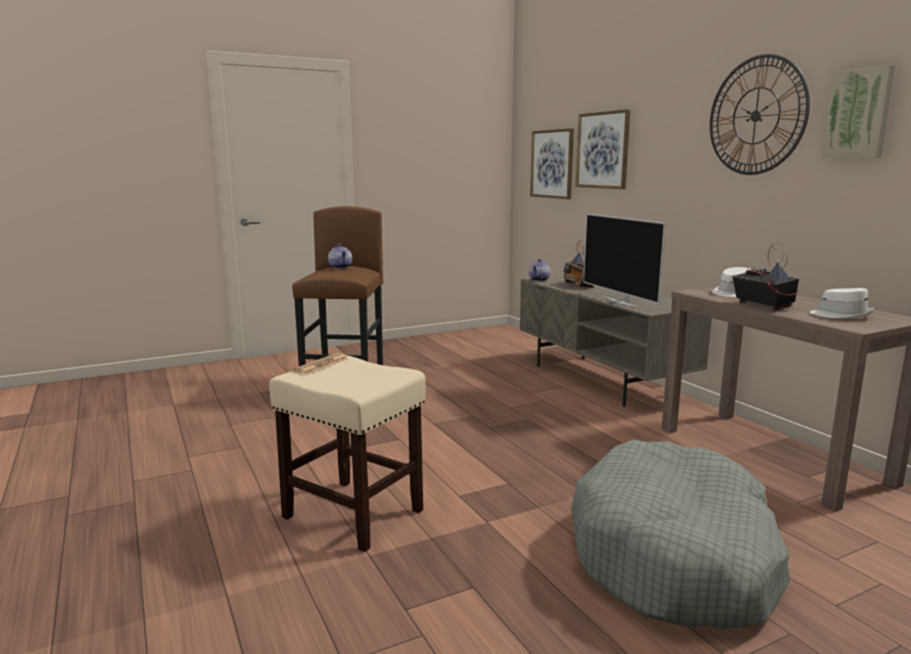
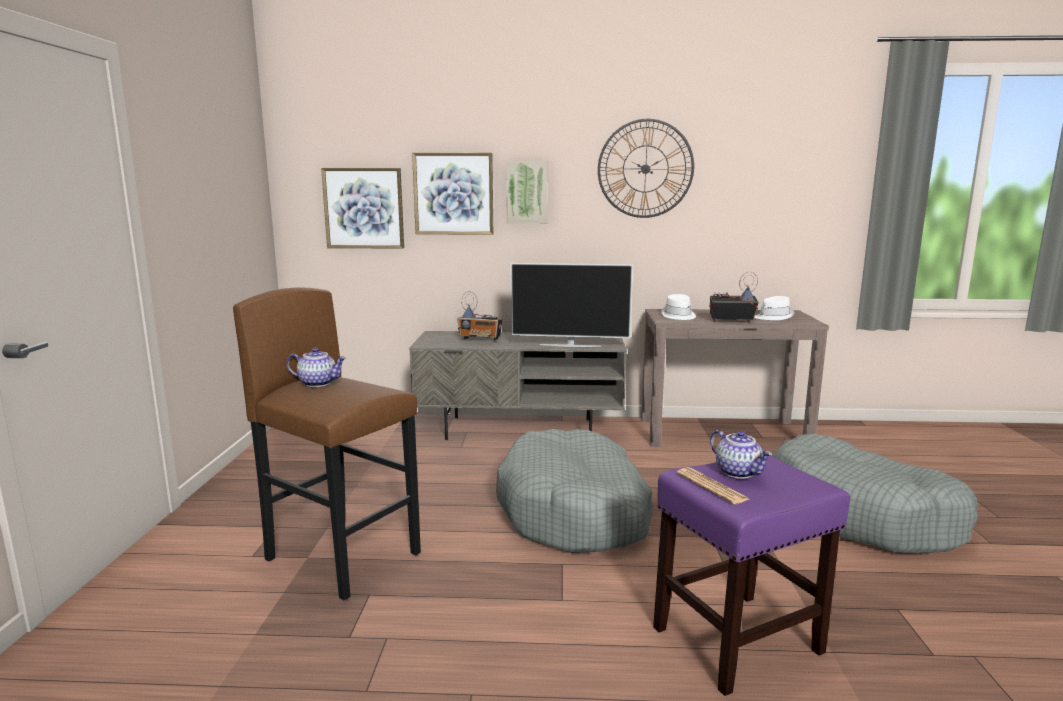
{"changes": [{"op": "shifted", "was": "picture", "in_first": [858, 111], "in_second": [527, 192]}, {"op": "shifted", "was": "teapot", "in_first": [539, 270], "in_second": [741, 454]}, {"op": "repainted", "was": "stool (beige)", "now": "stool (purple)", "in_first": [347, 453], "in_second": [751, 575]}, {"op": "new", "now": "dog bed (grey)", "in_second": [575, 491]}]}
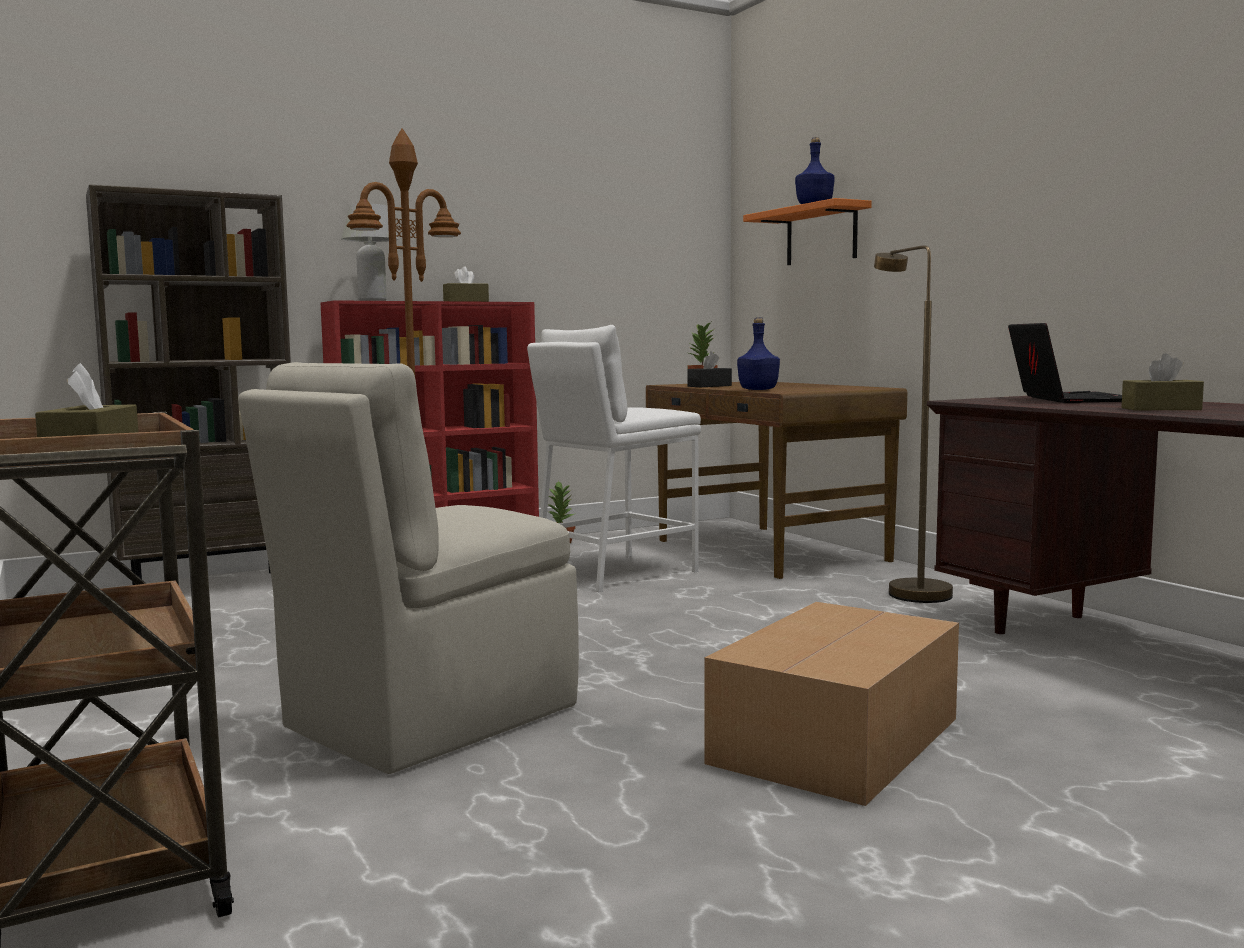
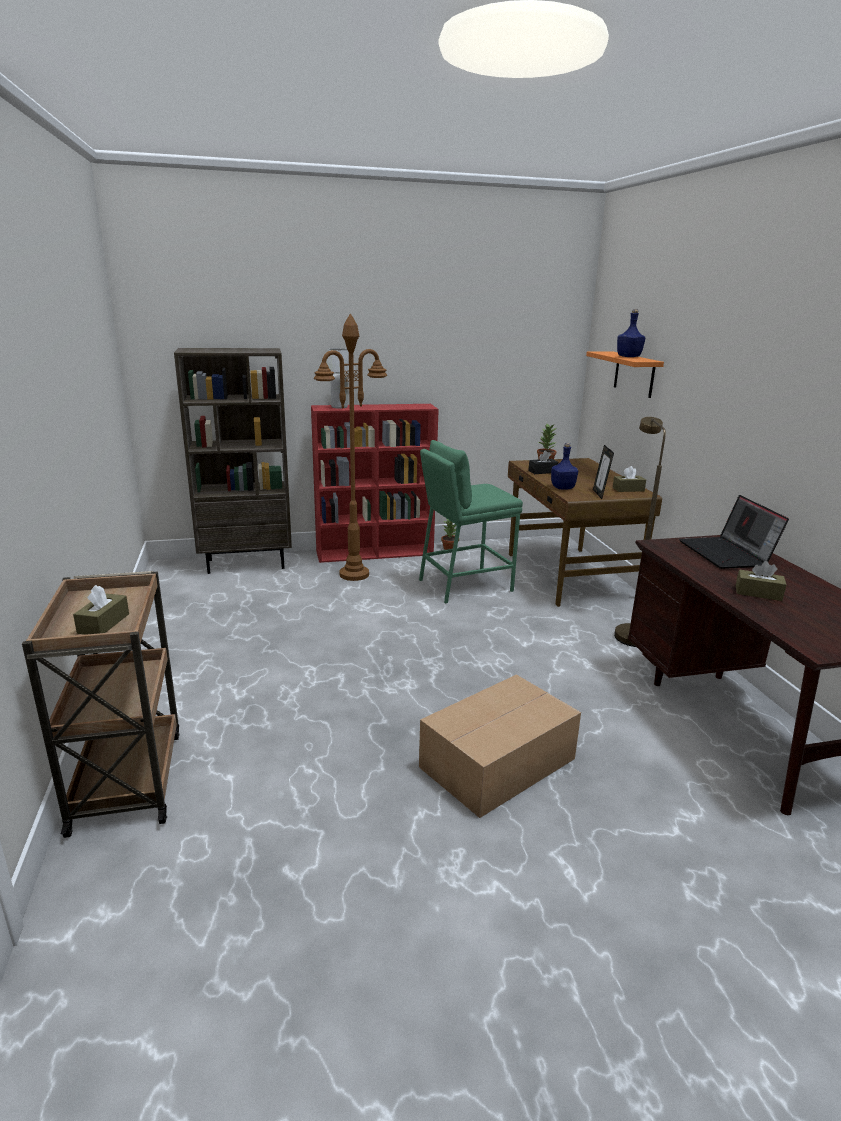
{"changes": [{"op": "shifted", "was": "tissue box (brown)", "in_first": [466, 284], "in_second": [629, 479]}, {"op": "rotated", "was": "laptop", "in_first": [1065, 363], "in_second": [734, 532], "clockwise": 150}, {"op": "repainted", "was": "stool (white)", "now": "stool (green)", "in_first": [614, 458], "in_second": [471, 521]}, {"op": "gone", "was": "chair (beige)", "in_first": [408, 568]}, {"op": "new", "now": "picture frame", "in_second": [603, 472]}]}
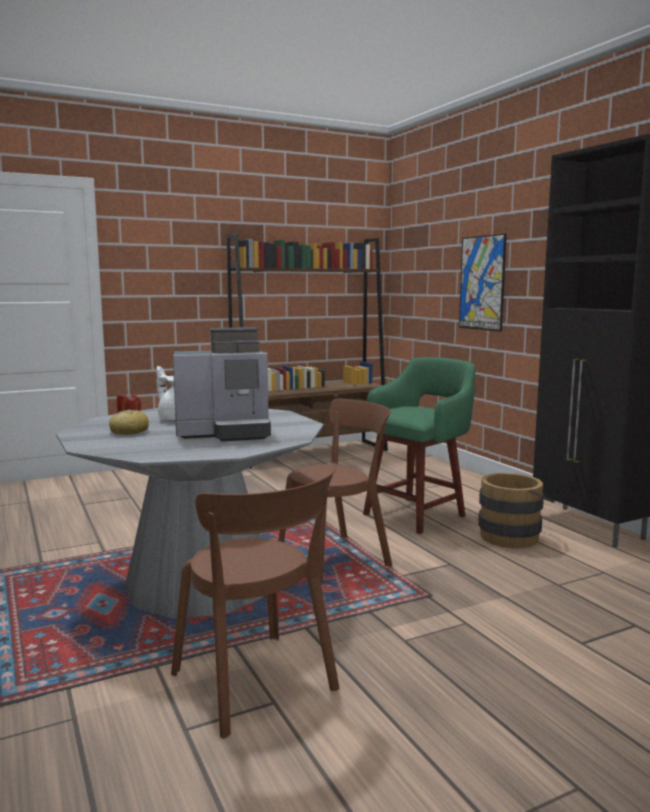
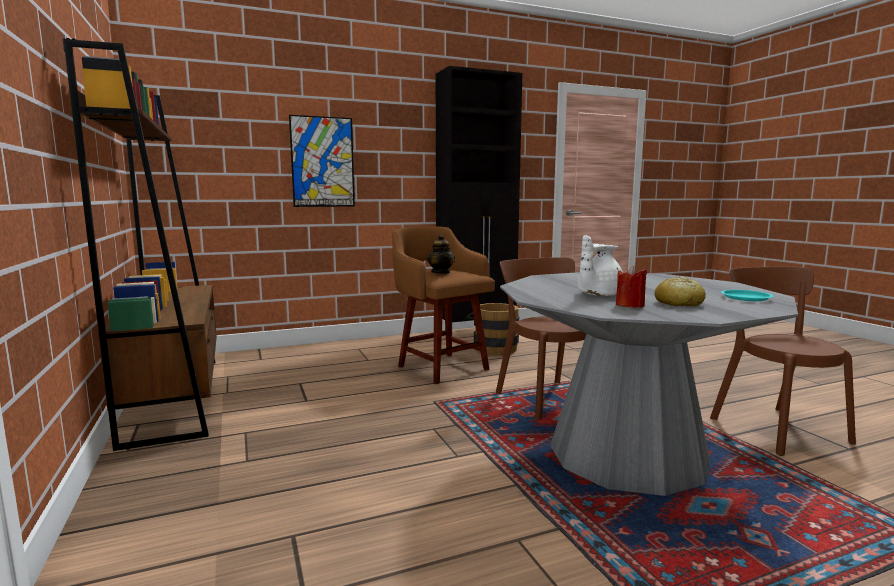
{"changes": [{"op": "gone", "was": "coffee machine", "in_first": [222, 384]}, {"op": "repainted", "was": "stool (green)", "now": "stool (brown)", "in_first": [418, 445], "in_second": [443, 305]}, {"op": "rotated", "was": "chair (brown)", "in_first": [255, 603], "in_second": [783, 361], "clockwise": -75}, {"op": "new", "now": "teapot", "in_second": [441, 254]}, {"op": "new", "now": "plate (turquoise)", "in_second": [747, 295]}]}
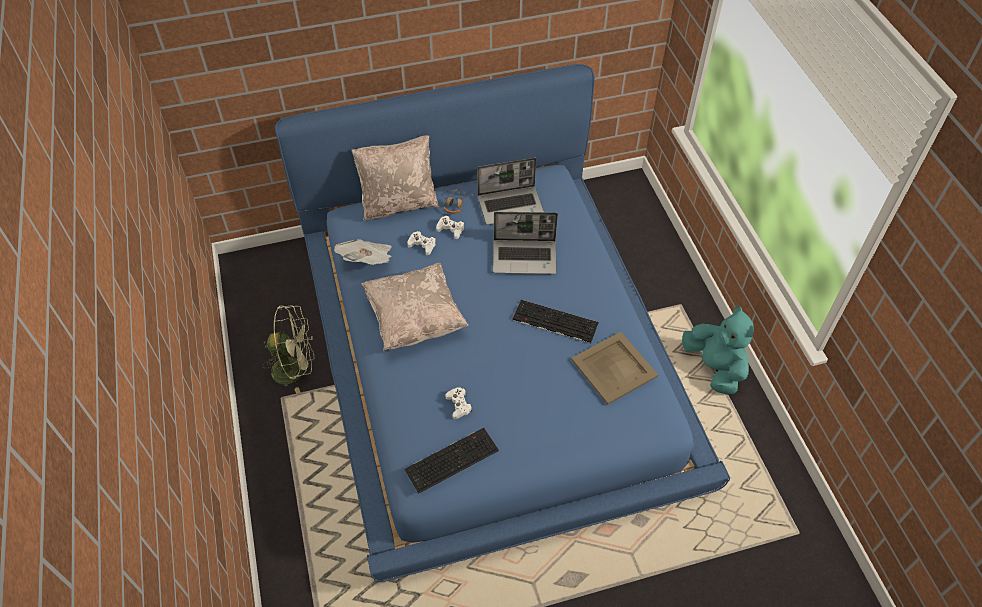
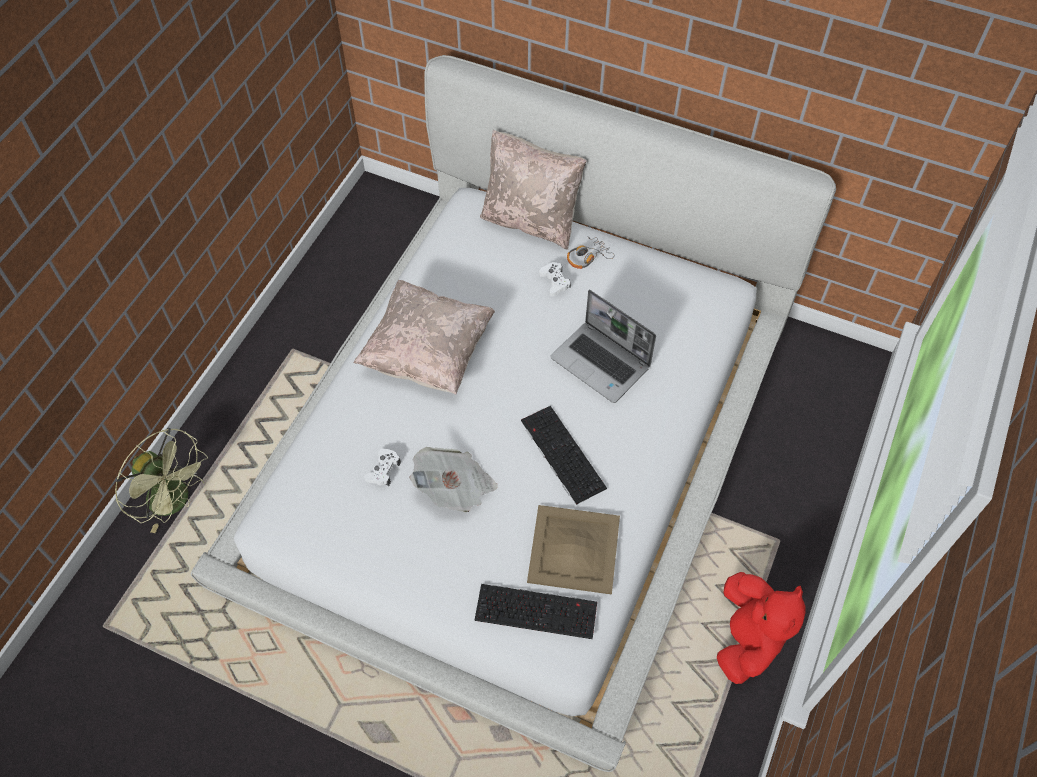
{"changes": [{"op": "repainted", "was": "bed (blue)", "now": "bed (white)", "in_first": [502, 323], "in_second": [513, 413]}, {"op": "gone", "was": "laptop", "in_first": [510, 191]}, {"op": "gone", "was": "game controller (white)", "in_first": [421, 243]}, {"op": "shifted", "was": "newspaper", "in_first": [363, 252], "in_second": [453, 480]}, {"op": "shifted", "was": "fan (green)", "in_first": [288, 349], "in_second": [161, 480]}, {"op": "repainted", "was": "plush toy (turquoise)", "now": "plush toy (red)", "in_first": [718, 350], "in_second": [761, 628]}, {"op": "shifted", "was": "keyboard", "in_first": [452, 461], "in_second": [536, 611]}]}
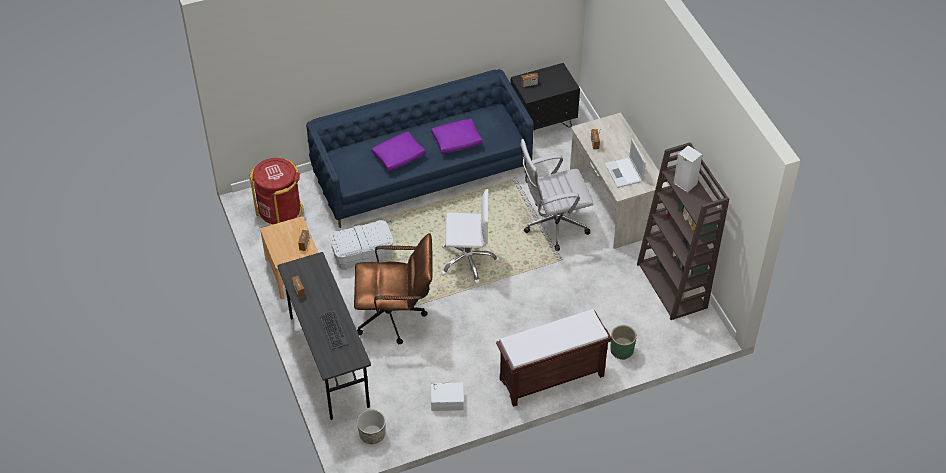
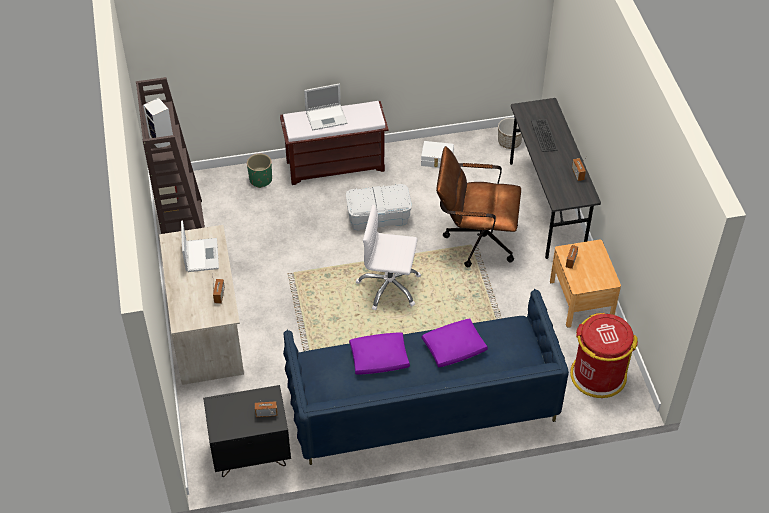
{"changes": [{"op": "gone", "was": "office chair (white)", "in_first": [557, 195]}, {"op": "shifted", "was": "storage box (white)", "in_first": [361, 245], "in_second": [379, 207]}, {"op": "new", "now": "laptop", "in_second": [326, 107]}]}
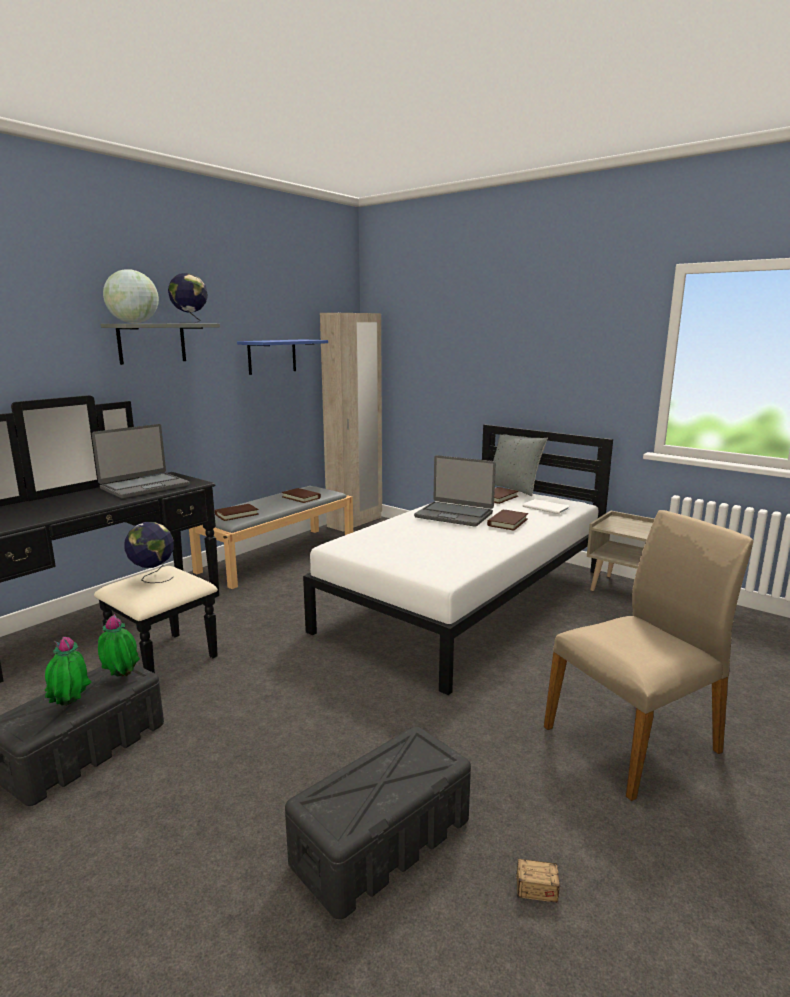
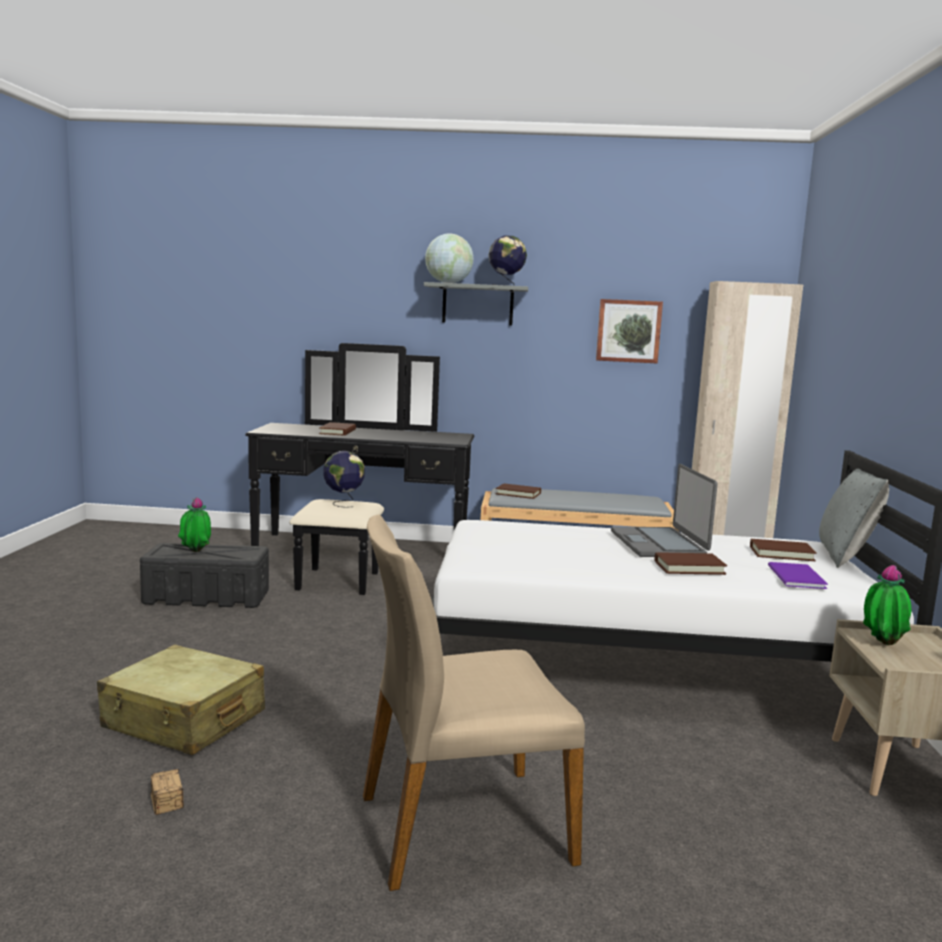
{"changes": [{"op": "swapped", "was": "shelf (blue)", "now": "picture", "in_first": [282, 357], "in_second": [629, 331]}, {"op": "gone", "was": "laptop", "in_first": [141, 461]}, {"op": "shifted", "was": "book (brown)", "in_first": [301, 495], "in_second": [337, 428]}, {"op": "repainted", "was": "book (white)", "now": "book (purple)", "in_first": [546, 506], "in_second": [798, 575]}, {"op": "rotated", "was": "chair (beige)", "in_first": [648, 655], "in_second": [474, 702], "clockwise": 135}, {"op": "shifted", "was": "potted plant", "in_first": [119, 645], "in_second": [887, 605]}, {"op": "swapped", "was": "storage box (black)", "now": "suitcase (beige)", "in_first": [378, 823], "in_second": [181, 699]}]}
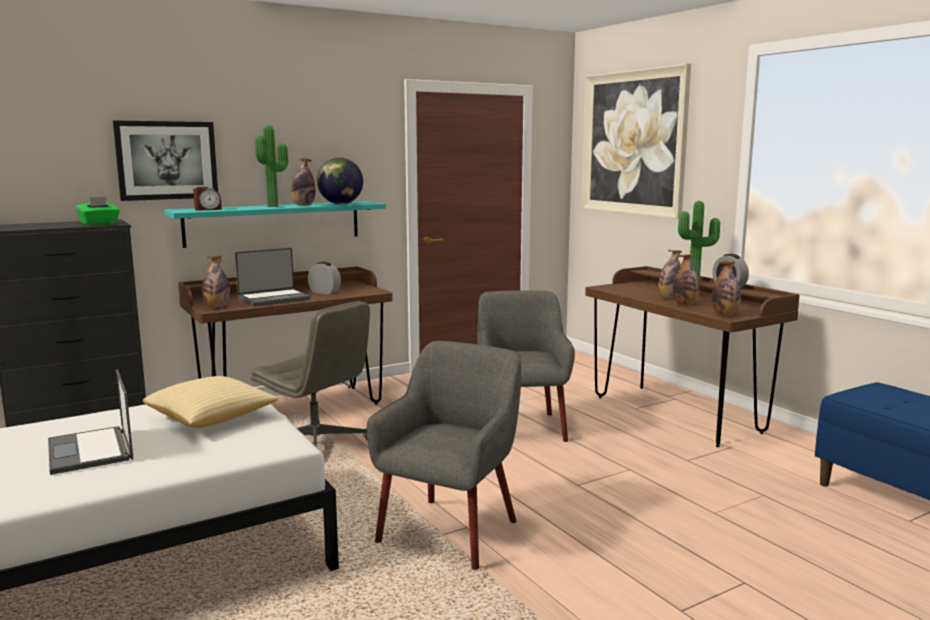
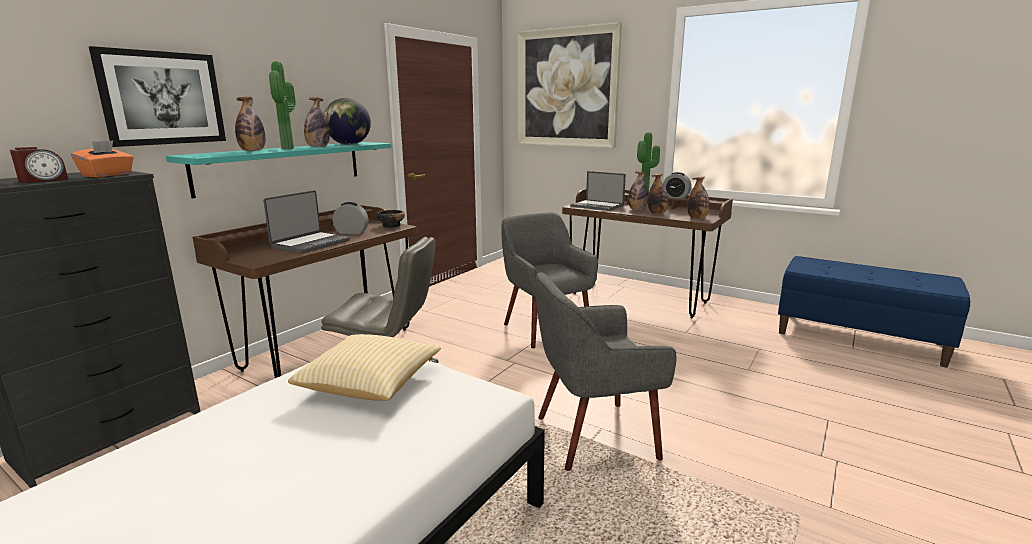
{"changes": [{"op": "shifted", "was": "alarm clock", "in_first": [207, 199], "in_second": [39, 165]}, {"op": "repainted", "was": "tissue box (green)", "now": "tissue box (orange)", "in_first": [98, 211], "in_second": [102, 158]}, {"op": "shifted", "was": "bottle", "in_first": [216, 281], "in_second": [250, 124]}, {"op": "rotated", "was": "armchair (grey)", "in_first": [444, 455], "in_second": [606, 371], "clockwise": -105}, {"op": "shifted", "was": "laptop", "in_first": [91, 422], "in_second": [598, 191]}, {"op": "new", "now": "bowl", "in_second": [390, 219]}]}
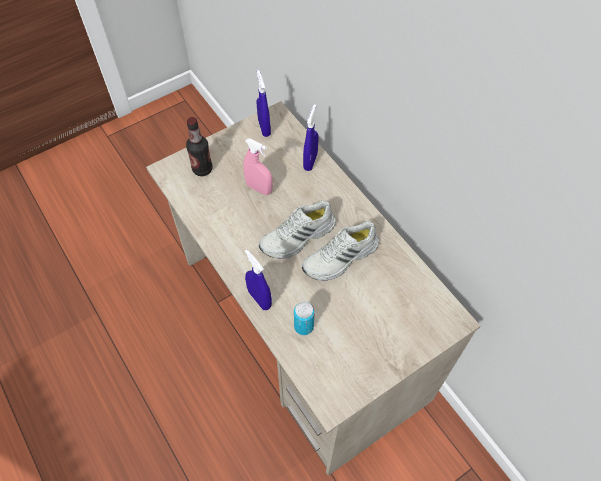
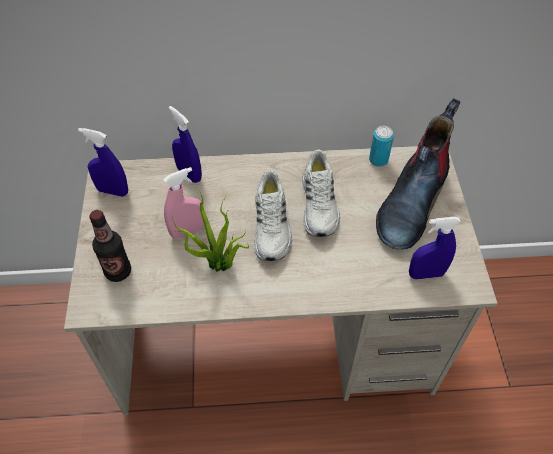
{"changes": [{"op": "shifted", "was": "spray bottle (blue)", "in_first": [258, 280], "in_second": [435, 248]}, {"op": "shifted", "was": "can", "in_first": [304, 318], "in_second": [381, 146]}, {"op": "new", "now": "boot", "in_second": [418, 174]}, {"op": "new", "now": "potted plant", "in_second": [210, 231]}]}
